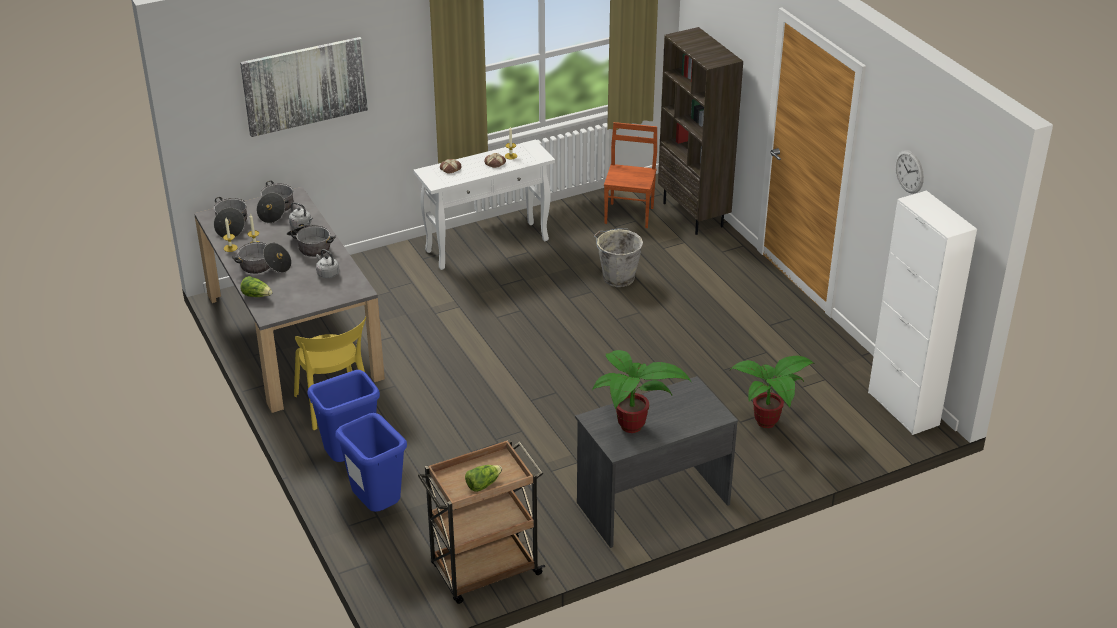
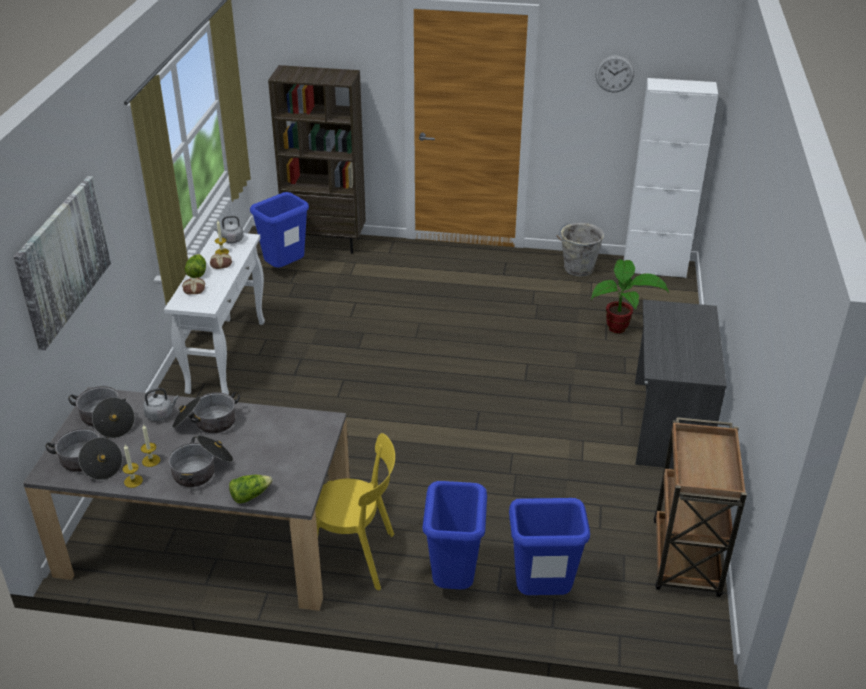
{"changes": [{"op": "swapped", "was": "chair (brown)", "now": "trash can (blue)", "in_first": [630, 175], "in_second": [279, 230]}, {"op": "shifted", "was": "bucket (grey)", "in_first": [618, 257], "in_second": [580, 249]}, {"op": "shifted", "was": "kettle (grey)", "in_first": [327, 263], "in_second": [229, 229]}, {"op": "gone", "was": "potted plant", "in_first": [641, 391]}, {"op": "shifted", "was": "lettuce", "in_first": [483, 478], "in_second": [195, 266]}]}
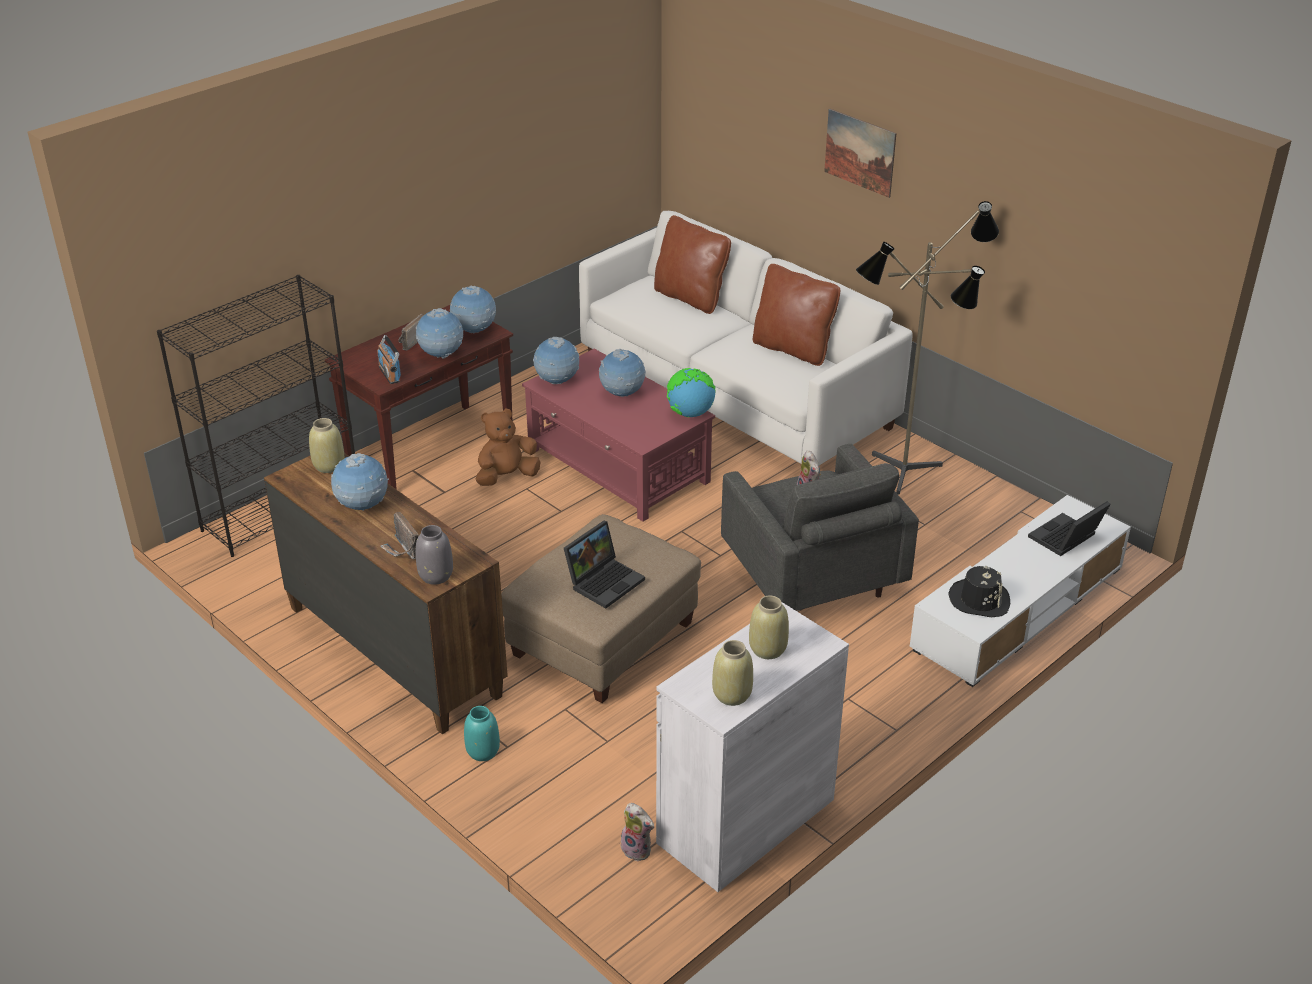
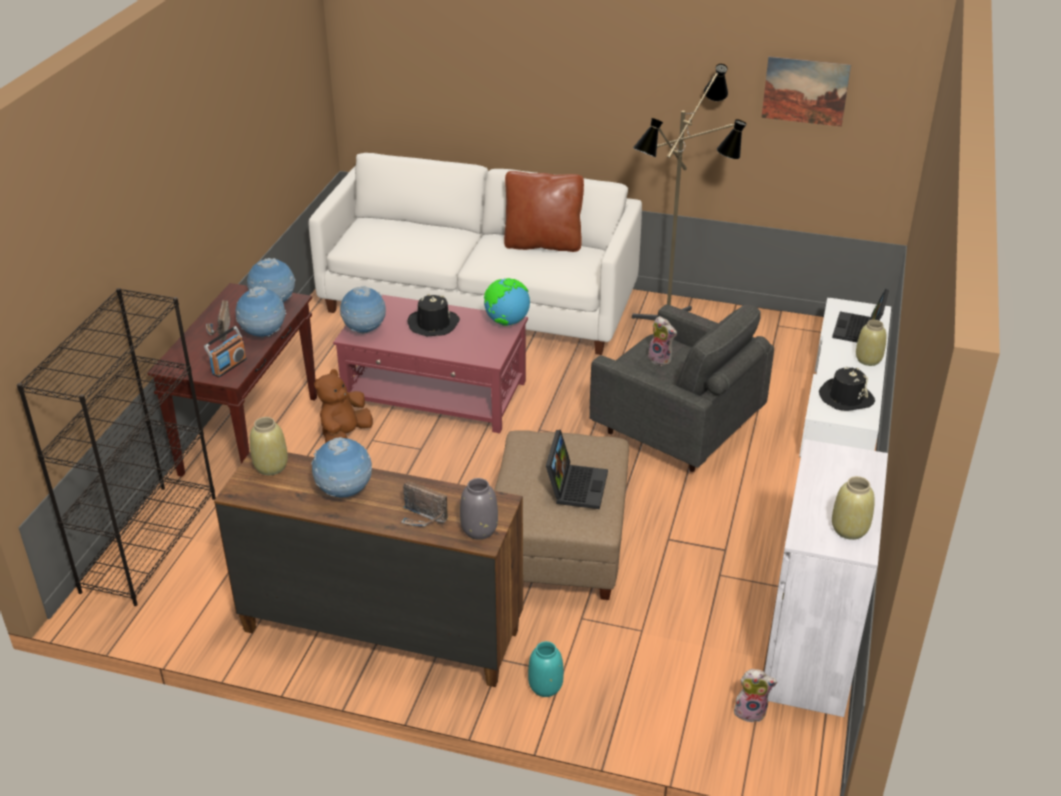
{"changes": [{"op": "shifted", "was": "picture", "in_first": [860, 153], "in_second": [806, 91]}, {"op": "gone", "was": "pillow (brown)", "in_first": [692, 264]}, {"op": "rotated", "was": "radio", "in_first": [389, 359], "in_second": [225, 351], "clockwise": -90}, {"op": "swapped", "was": "globe", "now": "hat (black)", "in_first": [622, 373], "in_second": [434, 315]}, {"op": "shifted", "was": "vase (beige)", "in_first": [769, 627], "in_second": [871, 343]}]}
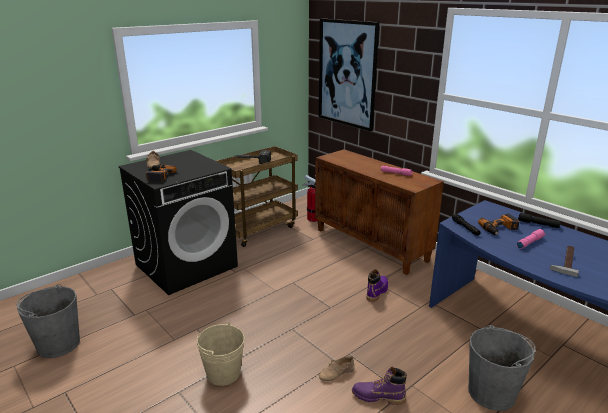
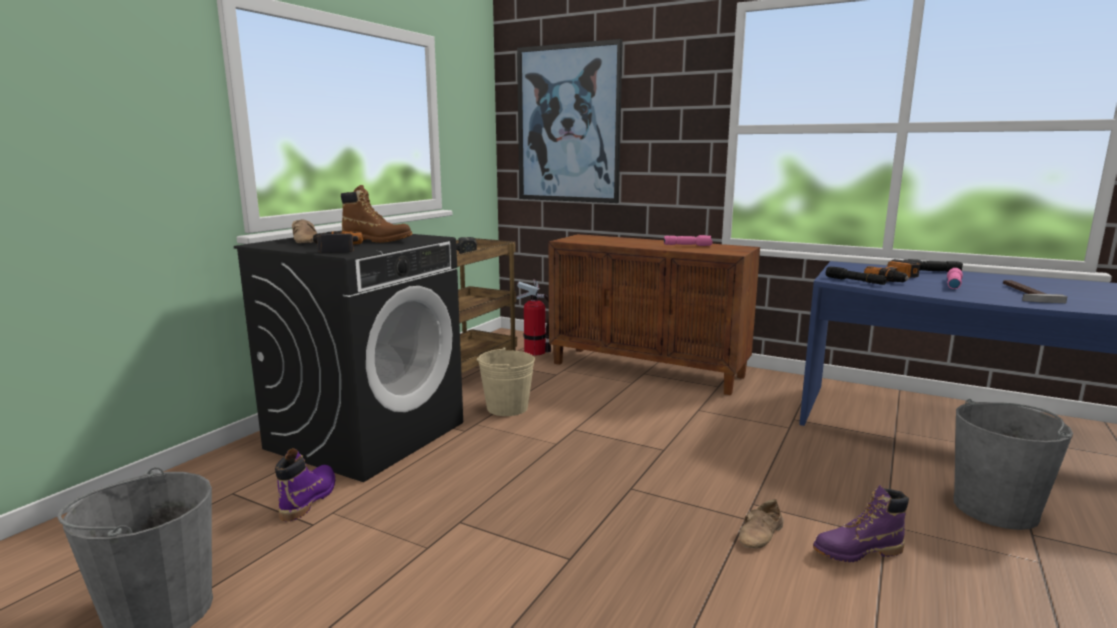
{"changes": [{"op": "shifted", "was": "boot (purple)", "in_first": [377, 285], "in_second": [305, 484]}, {"op": "shifted", "was": "bucket (beige)", "in_first": [220, 354], "in_second": [506, 381]}, {"op": "new", "now": "boot (brown)", "in_second": [376, 214]}]}
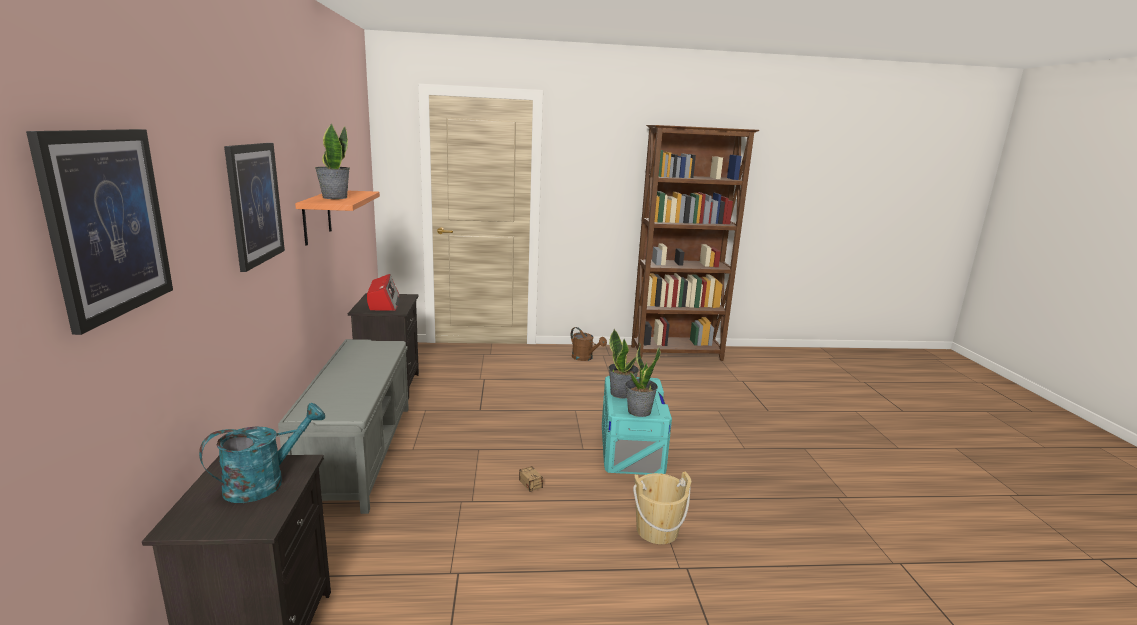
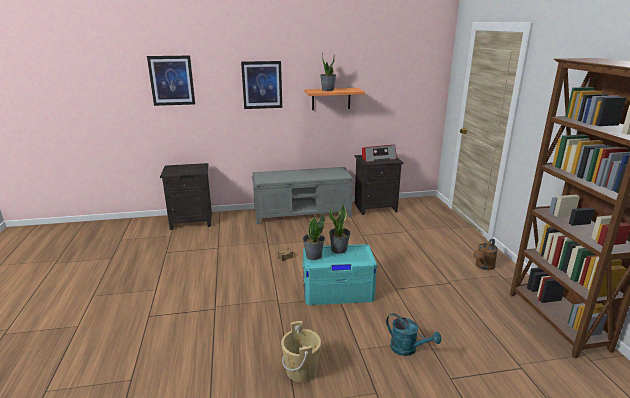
{"changes": [{"op": "shifted", "was": "watering can (turquoise)", "in_first": [262, 453], "in_second": [414, 334]}, {"op": "shifted", "was": "bucket (beige)", "in_first": [662, 508], "in_second": [301, 351]}]}
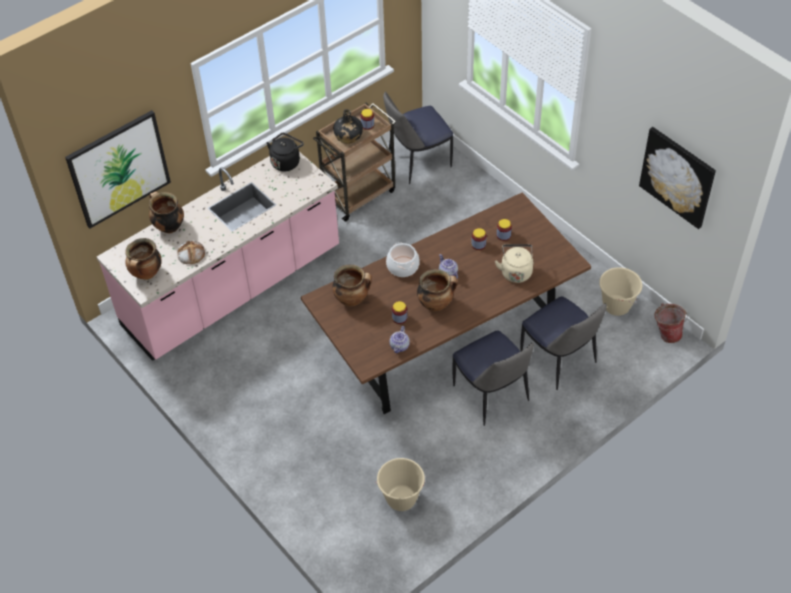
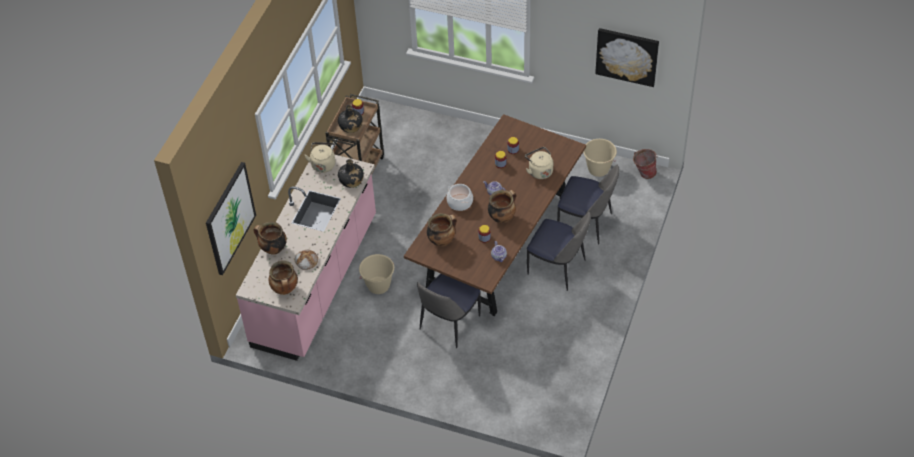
{"changes": [{"op": "shifted", "was": "chair", "in_first": [418, 138], "in_second": [449, 311]}, {"op": "repainted", "was": "kettle (black)", "now": "kettle (beige)", "in_first": [285, 152], "in_second": [319, 157]}, {"op": "shifted", "was": "bucket (beige)", "in_first": [400, 484], "in_second": [376, 274]}, {"op": "new", "now": "bottle (black)", "in_second": [351, 173]}]}
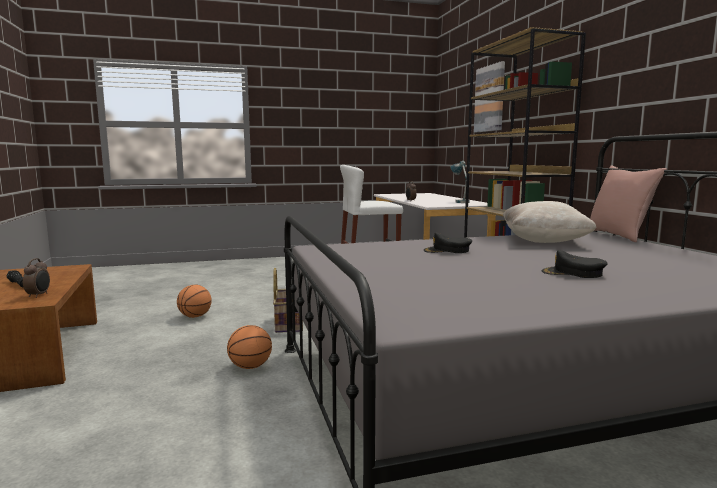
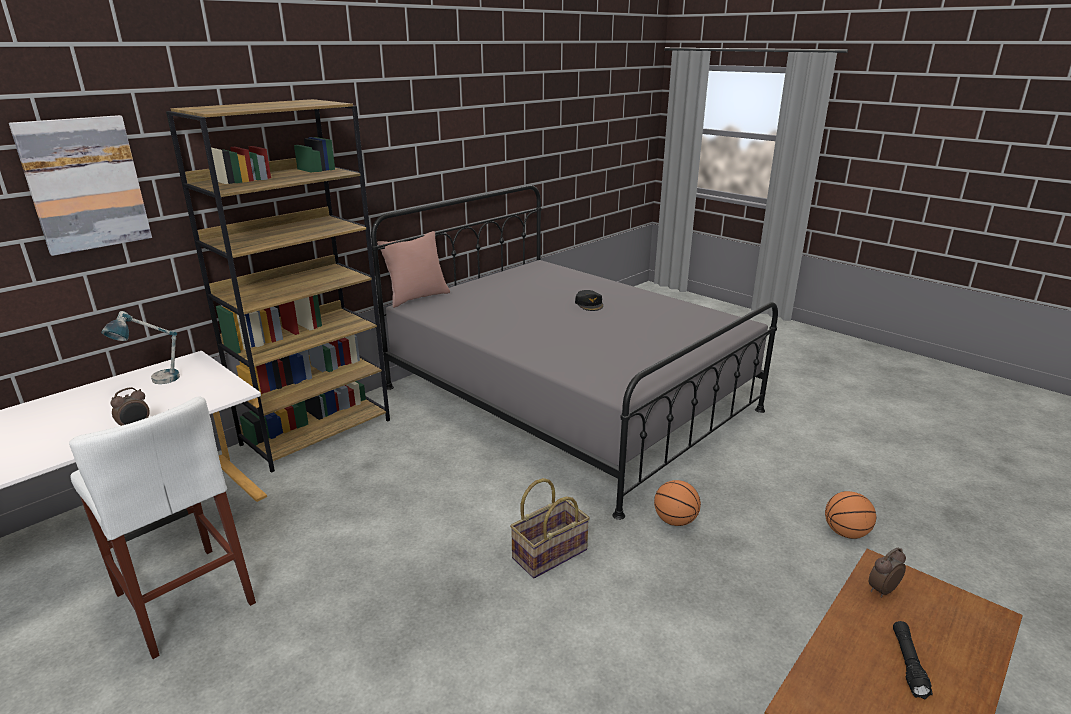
{"changes": [{"op": "gone", "was": "pillow (beige)", "in_first": [550, 222]}, {"op": "gone", "was": "cap (black)", "in_first": [448, 243]}, {"op": "shifted", "was": "basketball", "in_first": [194, 301], "in_second": [850, 515]}]}
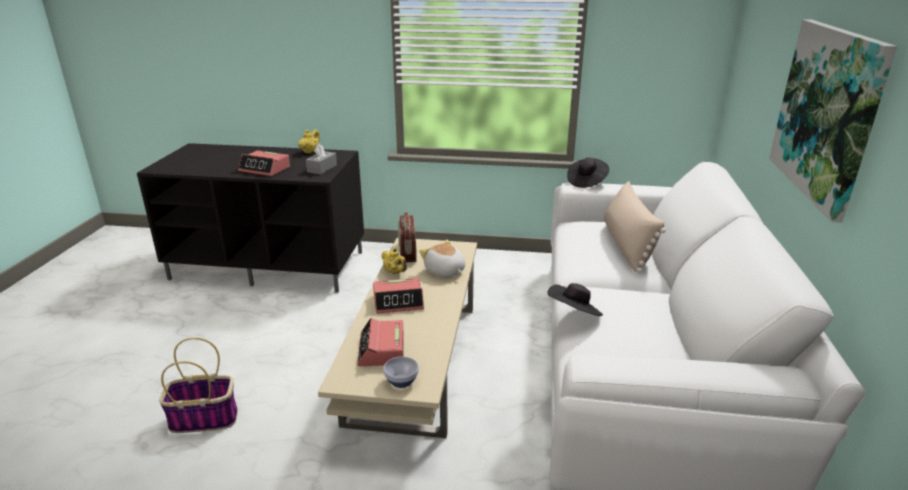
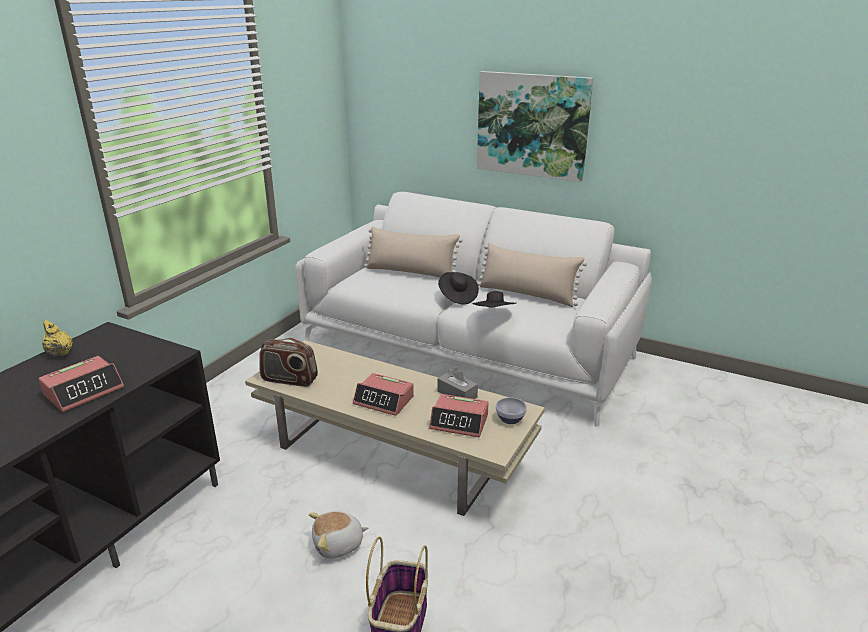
{"changes": [{"op": "shifted", "was": "tissue box (grey)", "in_first": [321, 159], "in_second": [458, 383]}, {"op": "shifted", "was": "hat (black)", "in_first": [588, 173], "in_second": [458, 288]}, {"op": "shifted", "was": "plush toy", "in_first": [442, 258], "in_second": [338, 535]}, {"op": "gone", "was": "teapot (yellow)", "in_first": [394, 261]}, {"op": "rotated", "was": "alarm clock", "in_first": [398, 296], "in_second": [383, 394], "clockwise": 105}, {"op": "new", "now": "pillow (beige)", "in_second": [532, 275]}]}
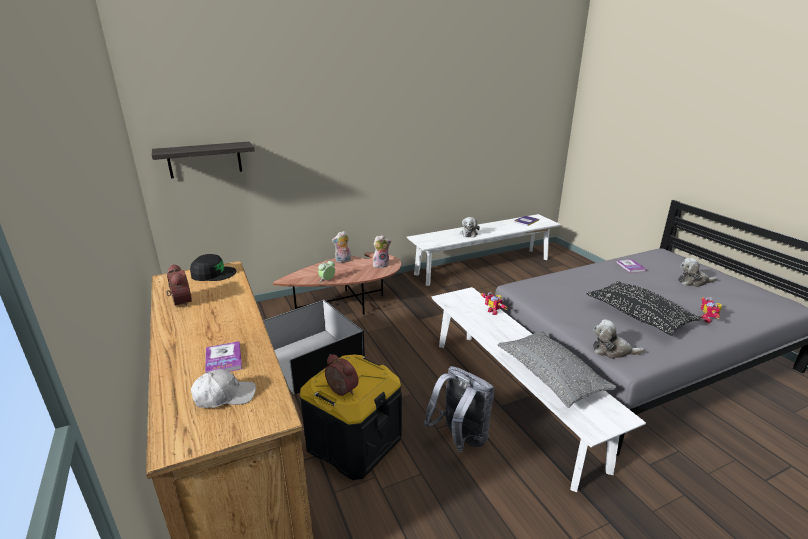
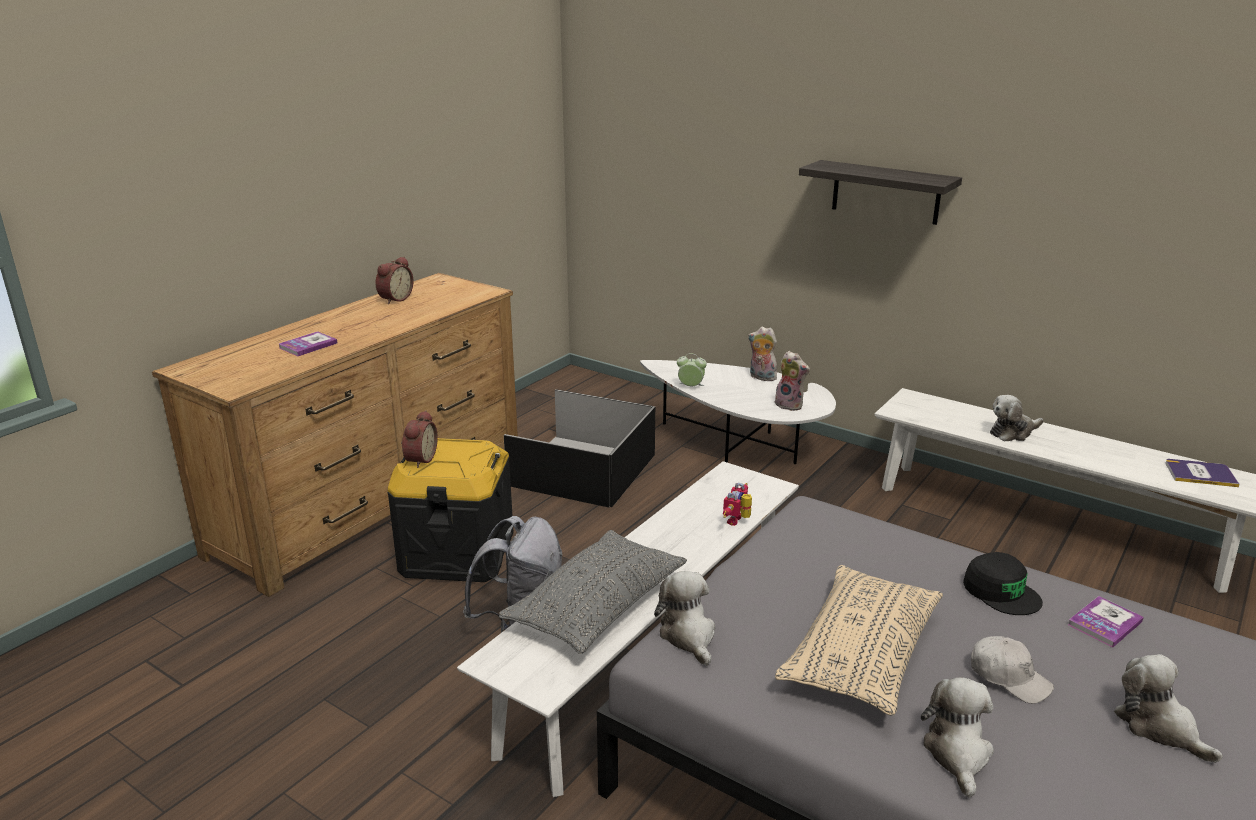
{"changes": [{"op": "shifted", "was": "shelf", "in_first": [203, 160], "in_second": [880, 192]}, {"op": "repainted", "was": "coffee table (brown)", "now": "coffee table (white)", "in_first": [337, 283], "in_second": [738, 412]}, {"op": "shifted", "was": "cap (black)", "in_first": [213, 267], "in_second": [1003, 583]}, {"op": "repainted", "was": "pillow (black)", "now": "pillow (beige)", "in_first": [644, 308], "in_second": [859, 640]}, {"op": "swapped", "was": "toy robot", "now": "plush toy", "in_first": [711, 310], "in_second": [957, 737]}, {"op": "shifted", "was": "cap (white)", "in_first": [223, 388], "in_second": [1012, 670]}]}
